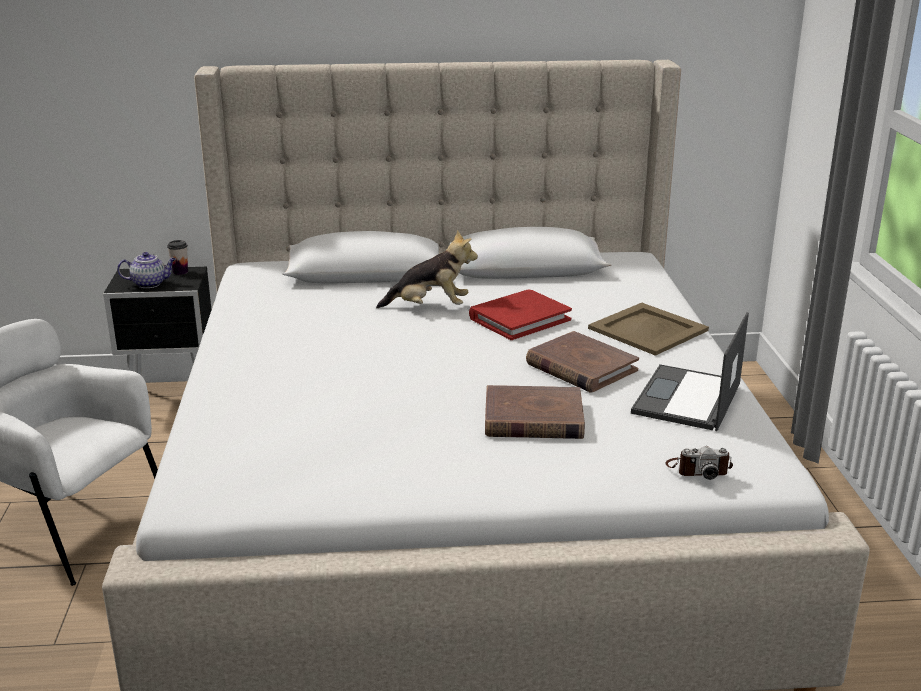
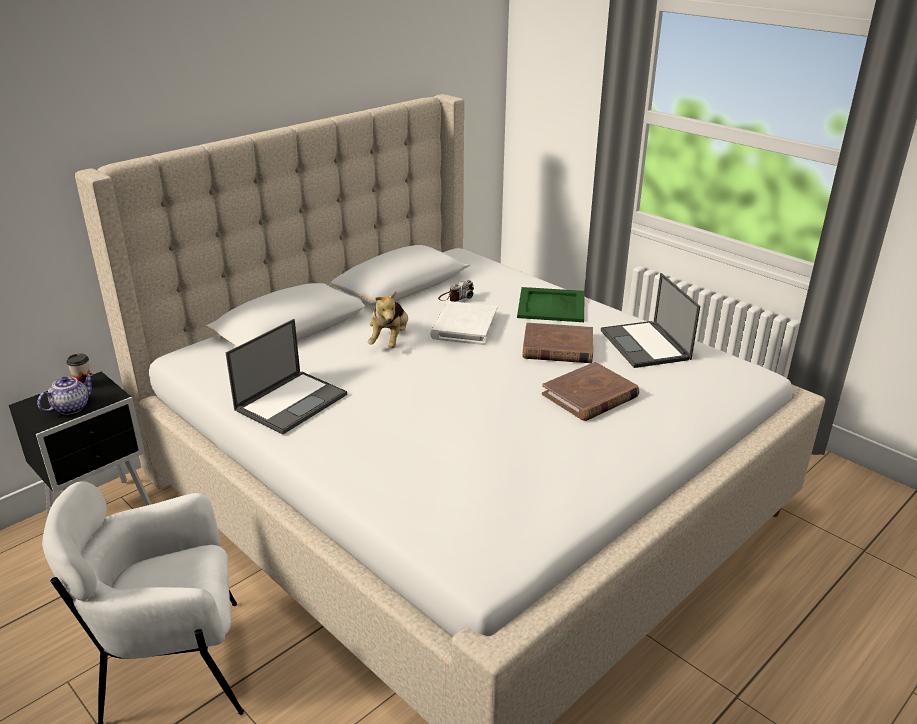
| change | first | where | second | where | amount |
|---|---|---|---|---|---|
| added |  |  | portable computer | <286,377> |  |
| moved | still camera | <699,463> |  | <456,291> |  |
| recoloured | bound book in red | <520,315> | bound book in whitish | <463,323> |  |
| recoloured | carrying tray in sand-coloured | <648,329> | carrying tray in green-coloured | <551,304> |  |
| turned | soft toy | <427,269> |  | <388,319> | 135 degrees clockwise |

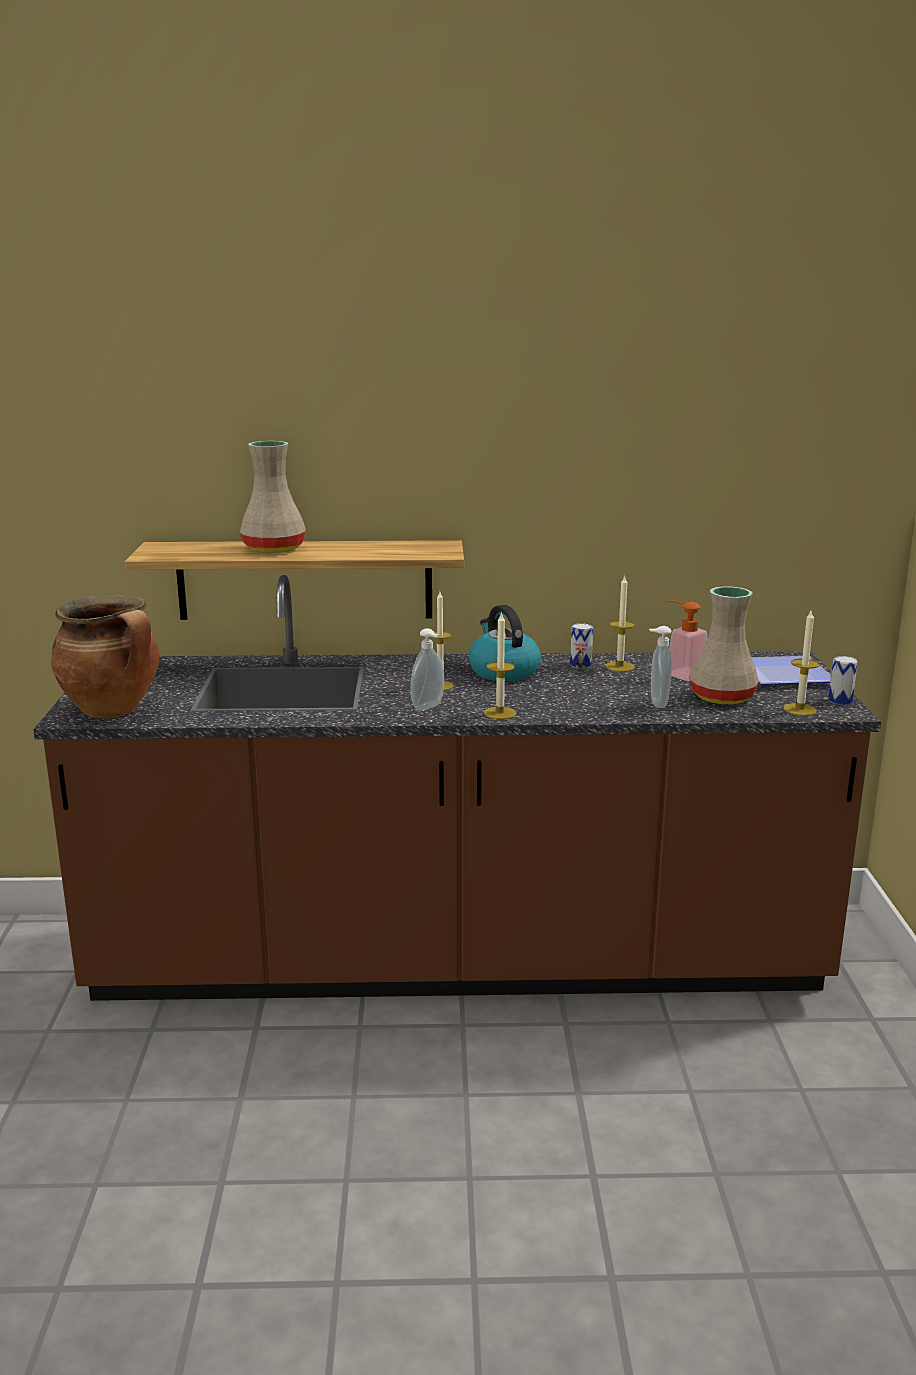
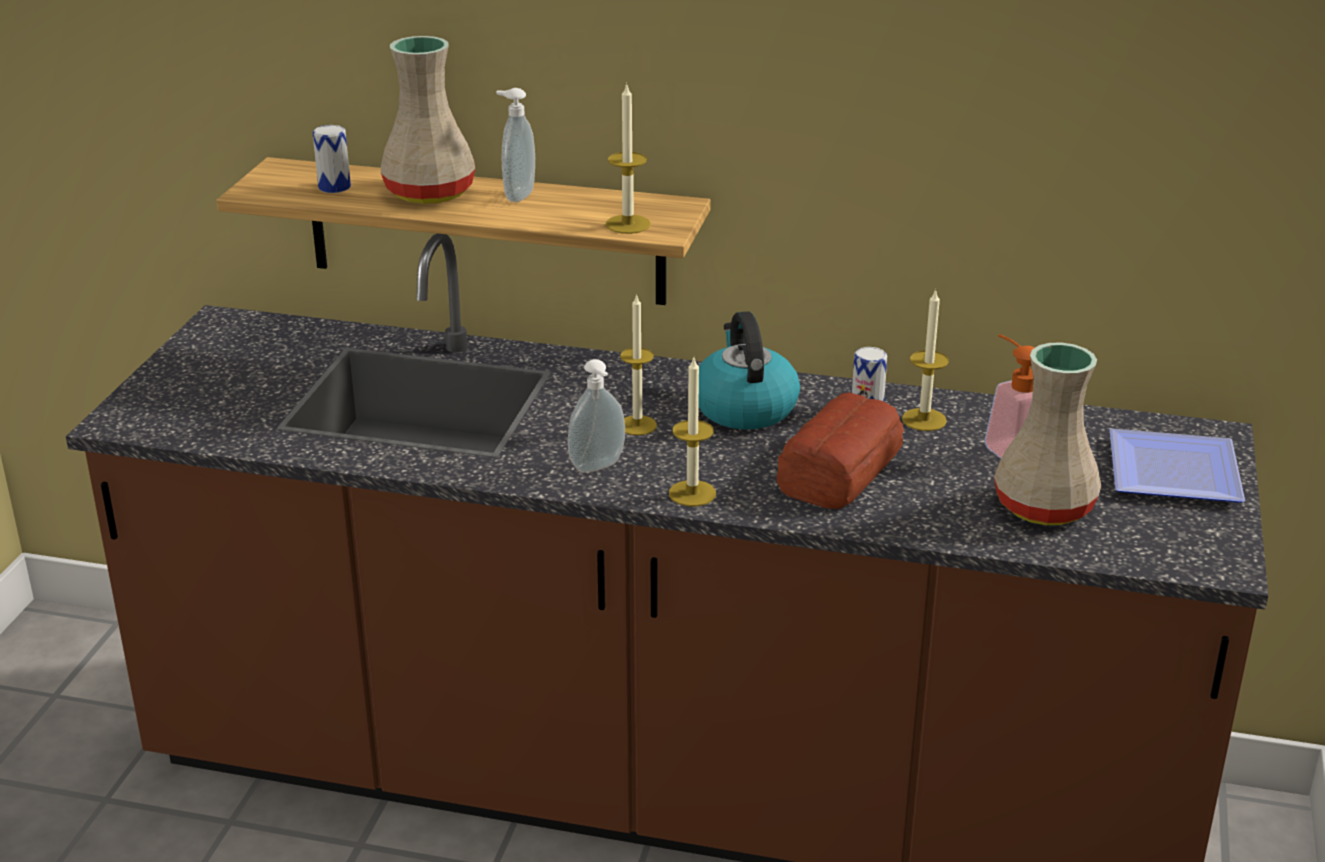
| change | first | where | second | where | amount |
|---|---|---|---|---|---|
| removed | stockpot | <105,656> |  |  |  |
| added |  |  | bakery bread | <840,450> |  |
| moved | soap bottle | <660,667> |  | <515,145> |  |
| moved | wax candle | <802,663> |  | <628,158> |  |
| moved | metal can | <843,680> |  | <332,159> |  |

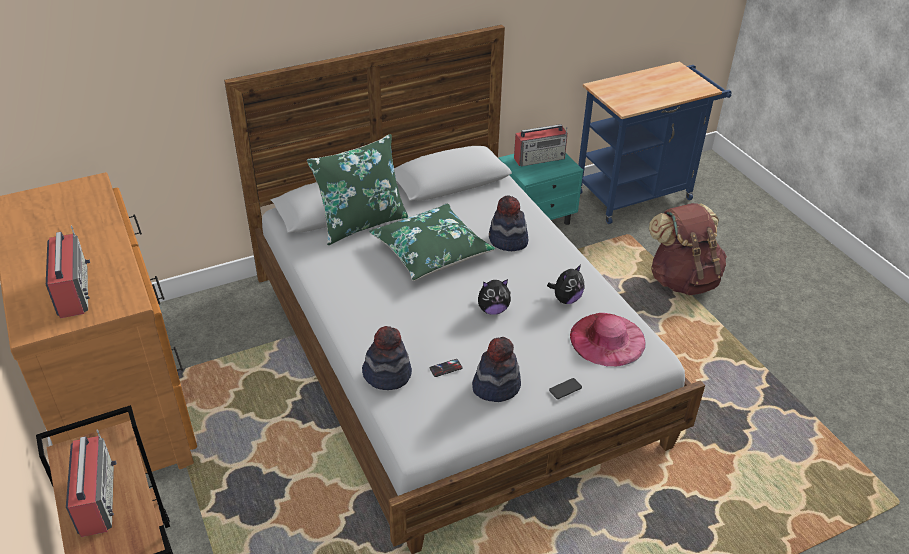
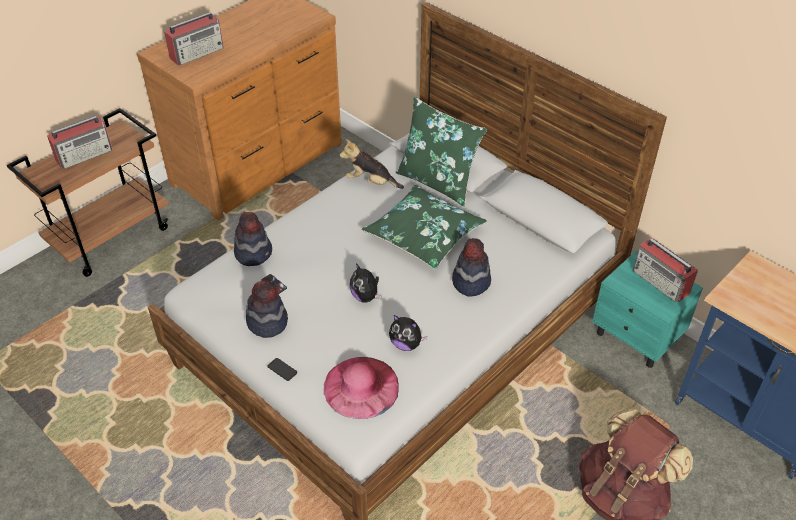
| change | first | where | second | where | amount |
|---|---|---|---|---|---|
| added |  |  | soft toy | <372,164> |  |

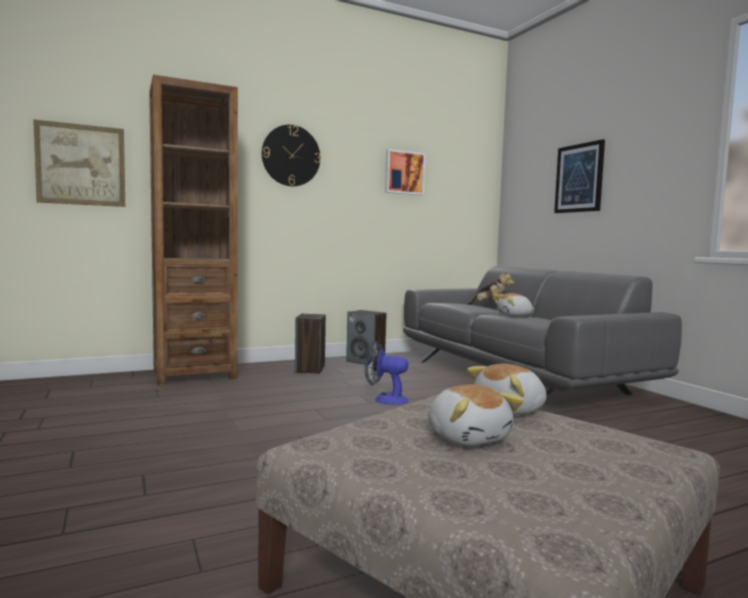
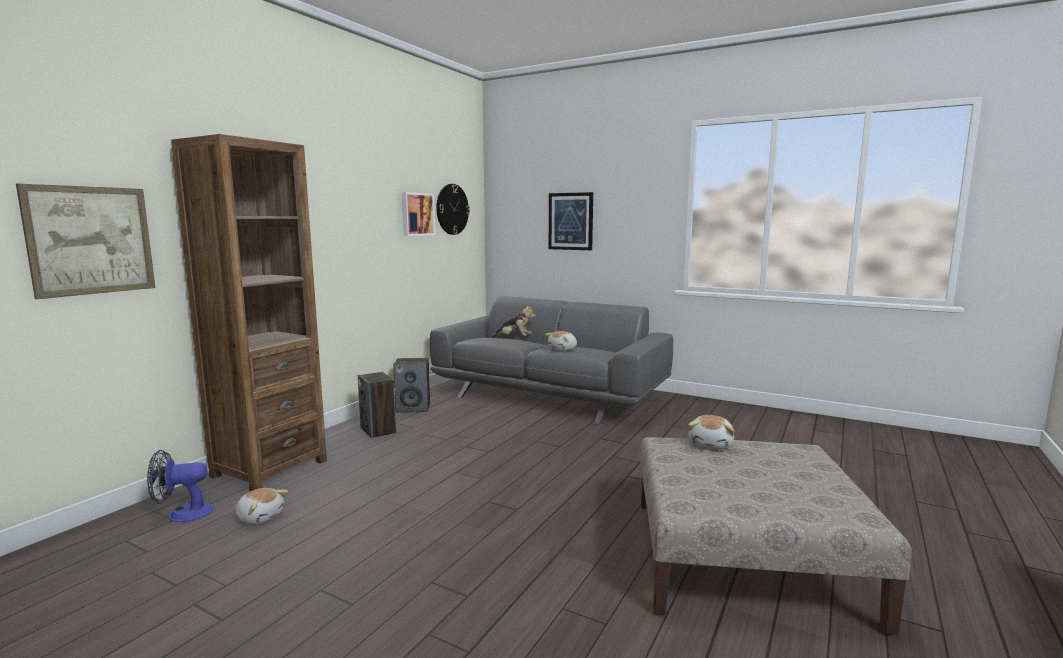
| change | first | where | second | where | amount |
|---|---|---|---|---|---|
| moved | clock on the wall | <291,155> |  | <453,209> |  |
| moved | cooling fan | <387,373> |  | <180,486> |  |
| moved | soft toy | <476,415> |  | <261,506> |  |

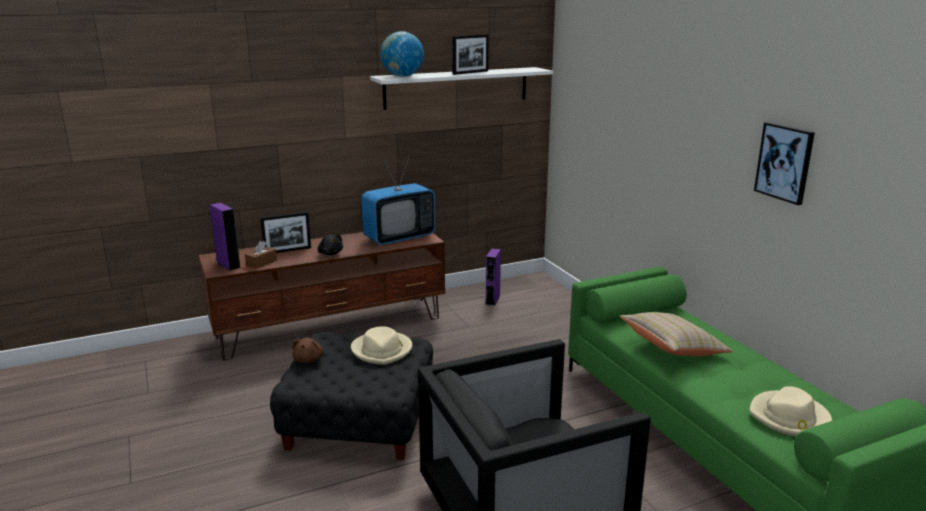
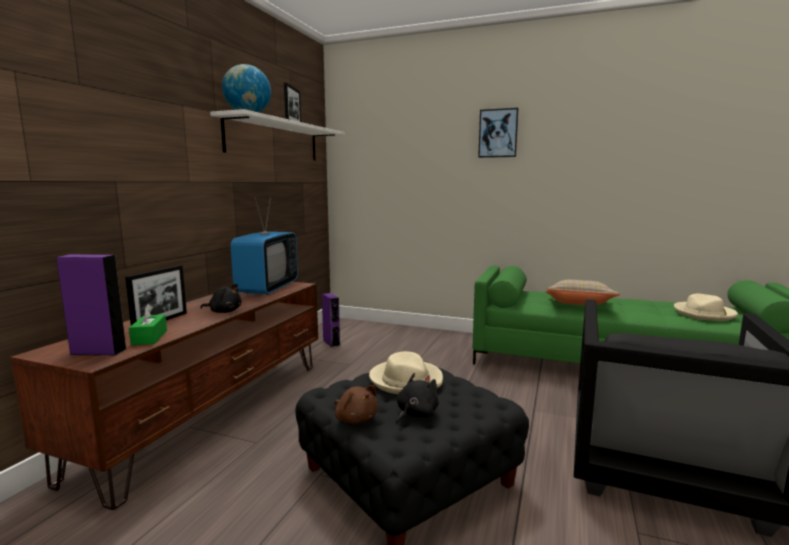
| change | first | where | second | where | amount |
|---|---|---|---|---|---|
| added |  |  | soft toy in black-coloured | <417,399> |  |
| moved | picture | <784,163> |  | <498,133> |  |
| recoloured | tissue box in brown | <261,255> | tissue box in green-coloured | <148,324> |  |

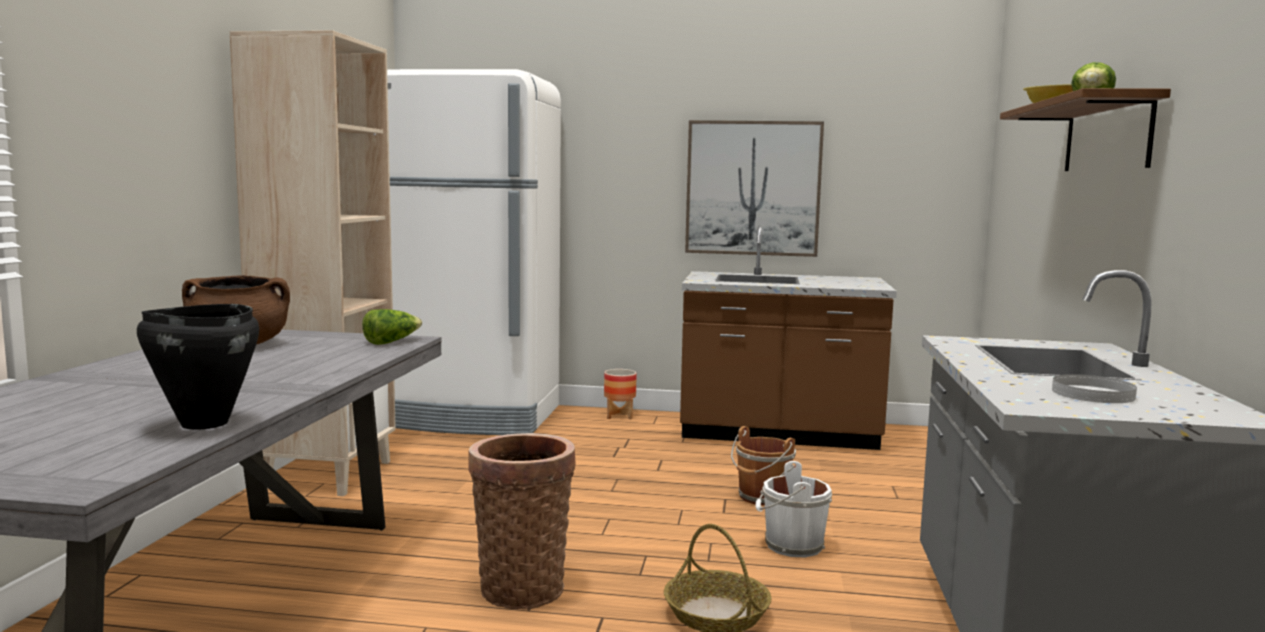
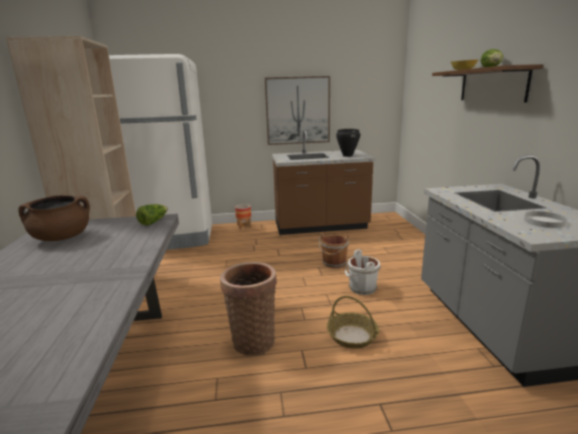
| change | first | where | second | where | amount |
|---|---|---|---|---|---|
| moved | stockpot in black-coloured | <198,367> |  | <348,143> |  |

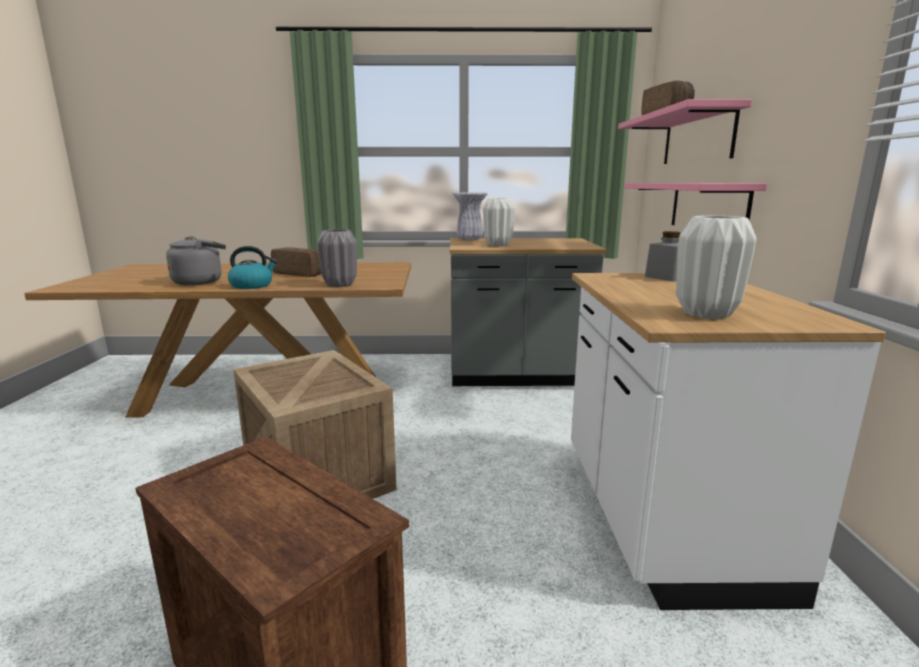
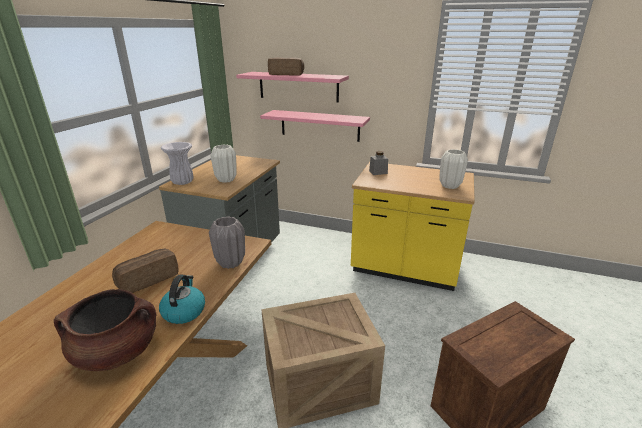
| change | first | where | second | where | amount |
|---|---|---|---|---|---|
| replaced | kettle in gray | <196,260> | stockpot in brown | <105,330> |  |
| recoloured | kitchen base unit in whitish | <728,441> | kitchen base unit in yellow | <413,226> |  |

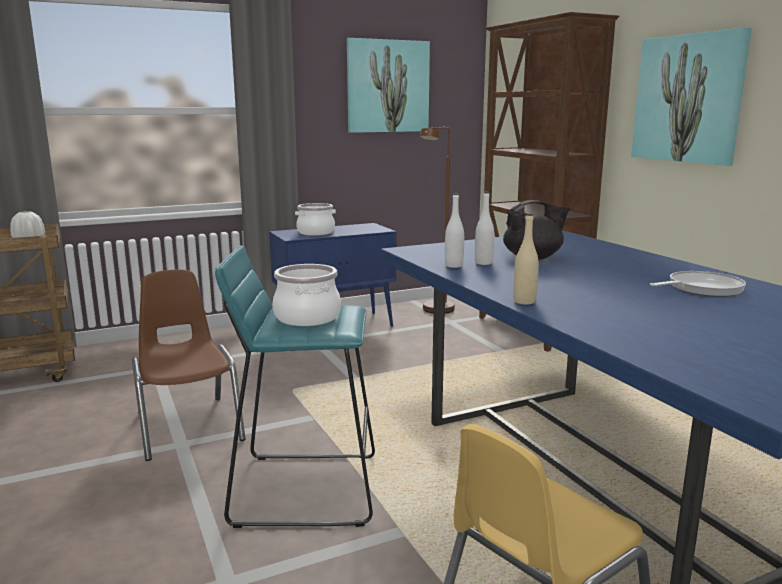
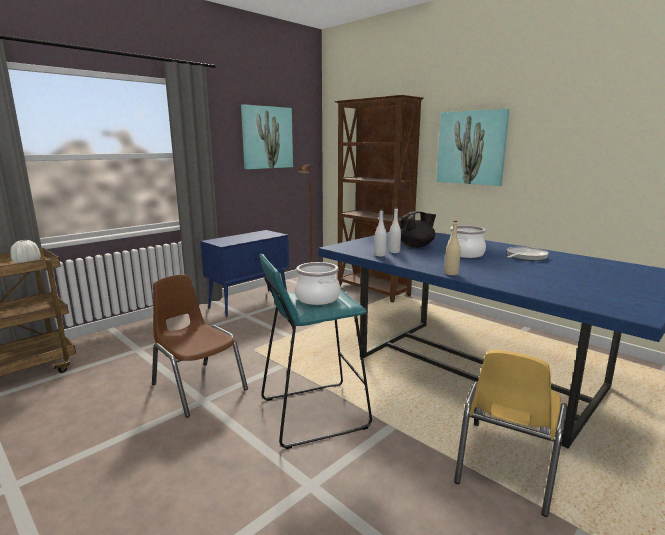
| change | first | where | second | where | amount |
|---|---|---|---|---|---|
| moved | stockpot | <315,219> |  | <466,241> |  |

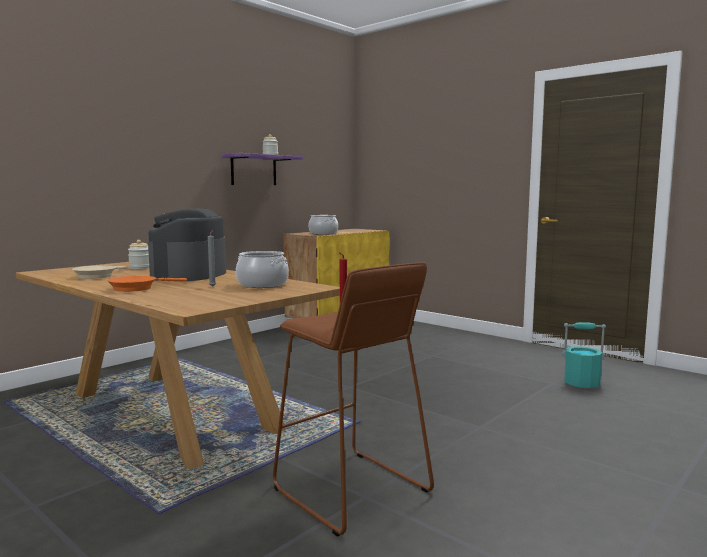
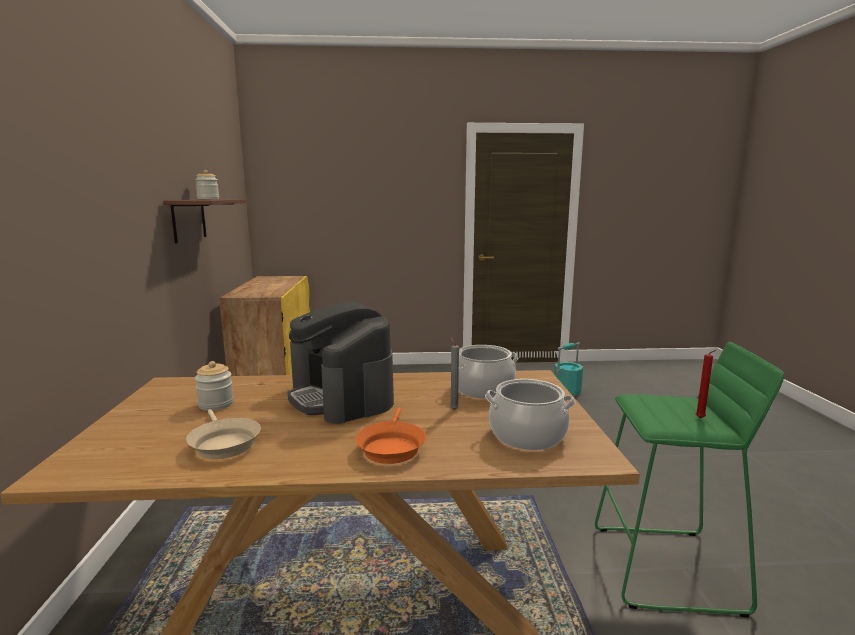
| change | first | where | second | where | amount |
|---|---|---|---|---|---|
| moved | stockpot | <323,225> |  | <530,414> |  |
| recoloured | shelf in purplish | <262,169> | shelf in brown | <204,221> |  |
| recoloured | stool in brown | <353,399> | stool in green-coloured | <689,480> |  |

